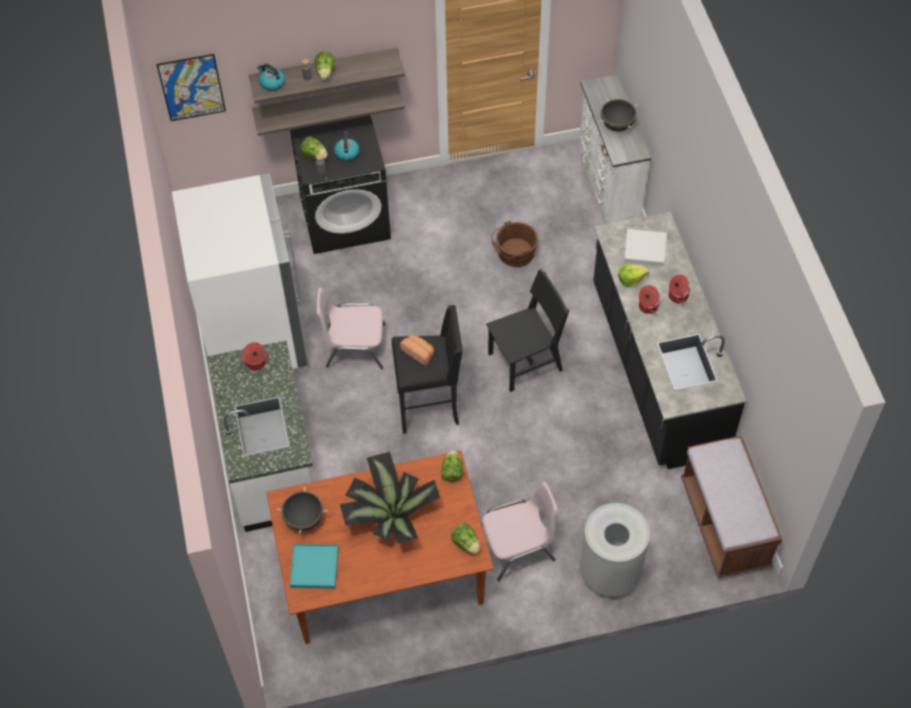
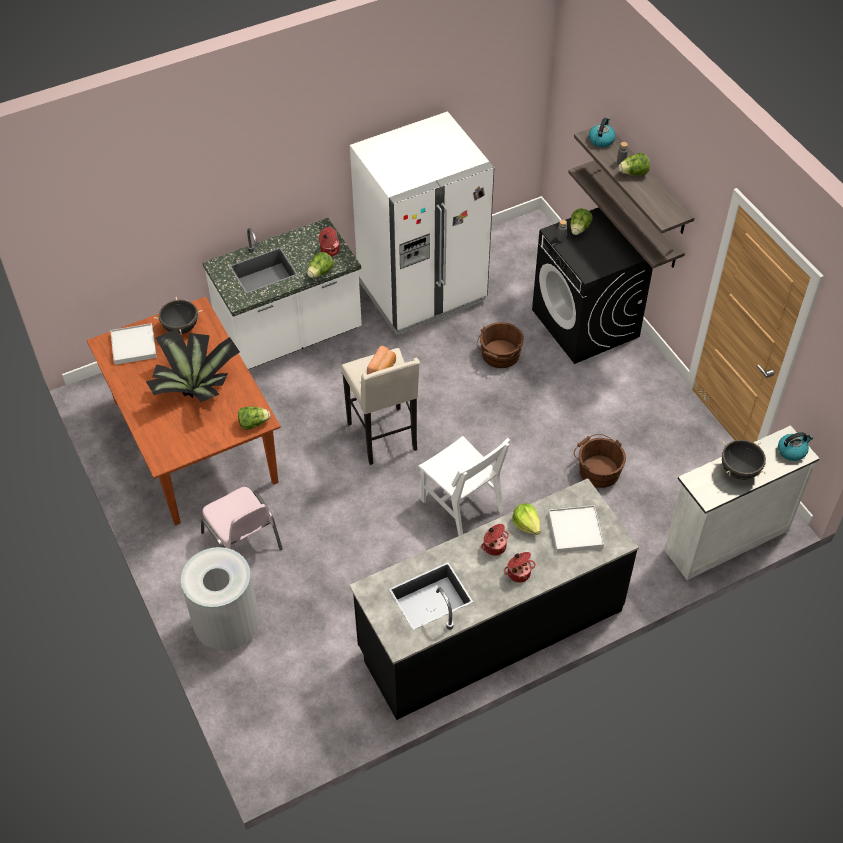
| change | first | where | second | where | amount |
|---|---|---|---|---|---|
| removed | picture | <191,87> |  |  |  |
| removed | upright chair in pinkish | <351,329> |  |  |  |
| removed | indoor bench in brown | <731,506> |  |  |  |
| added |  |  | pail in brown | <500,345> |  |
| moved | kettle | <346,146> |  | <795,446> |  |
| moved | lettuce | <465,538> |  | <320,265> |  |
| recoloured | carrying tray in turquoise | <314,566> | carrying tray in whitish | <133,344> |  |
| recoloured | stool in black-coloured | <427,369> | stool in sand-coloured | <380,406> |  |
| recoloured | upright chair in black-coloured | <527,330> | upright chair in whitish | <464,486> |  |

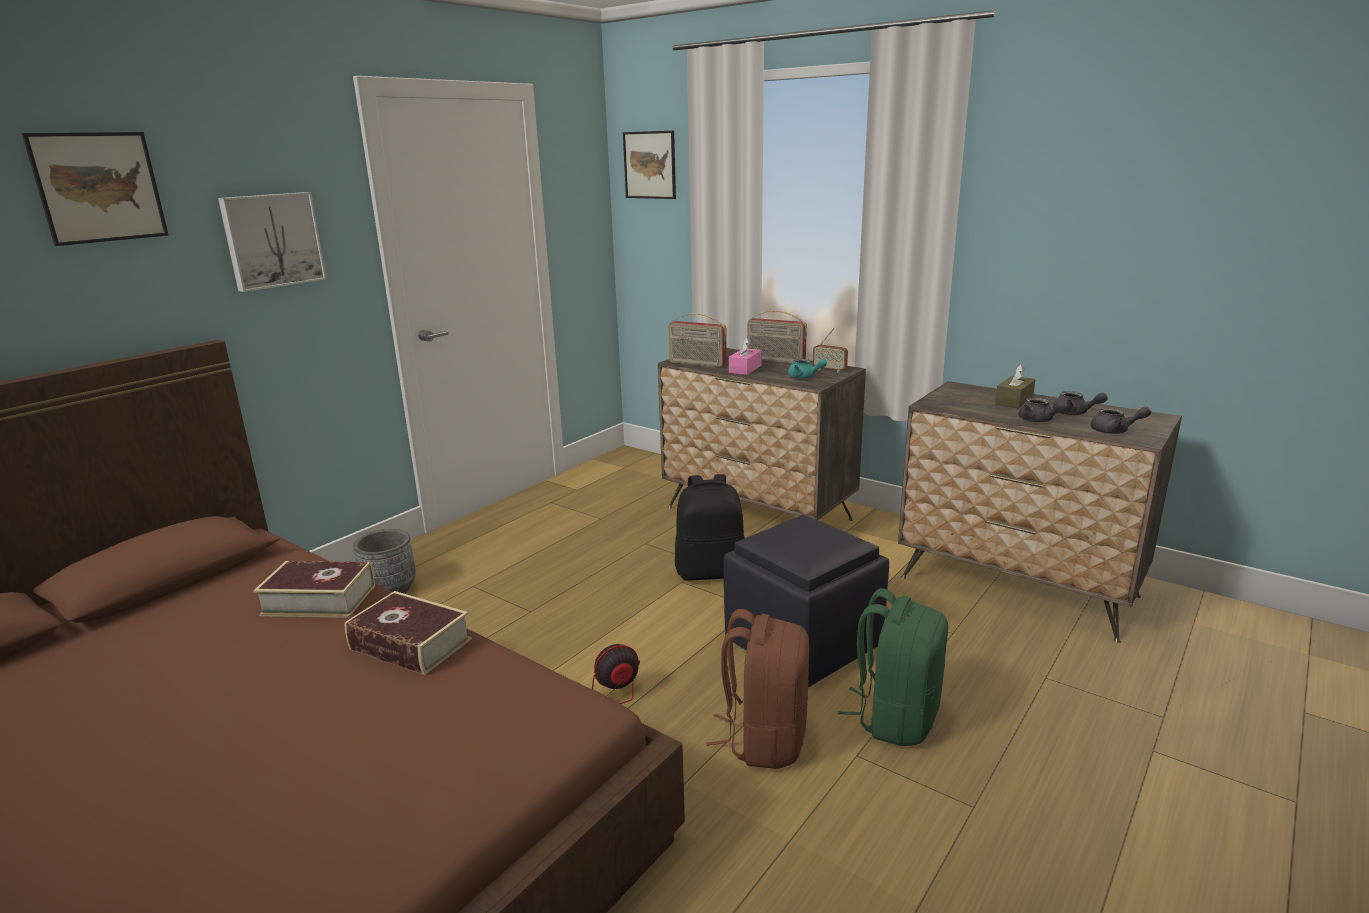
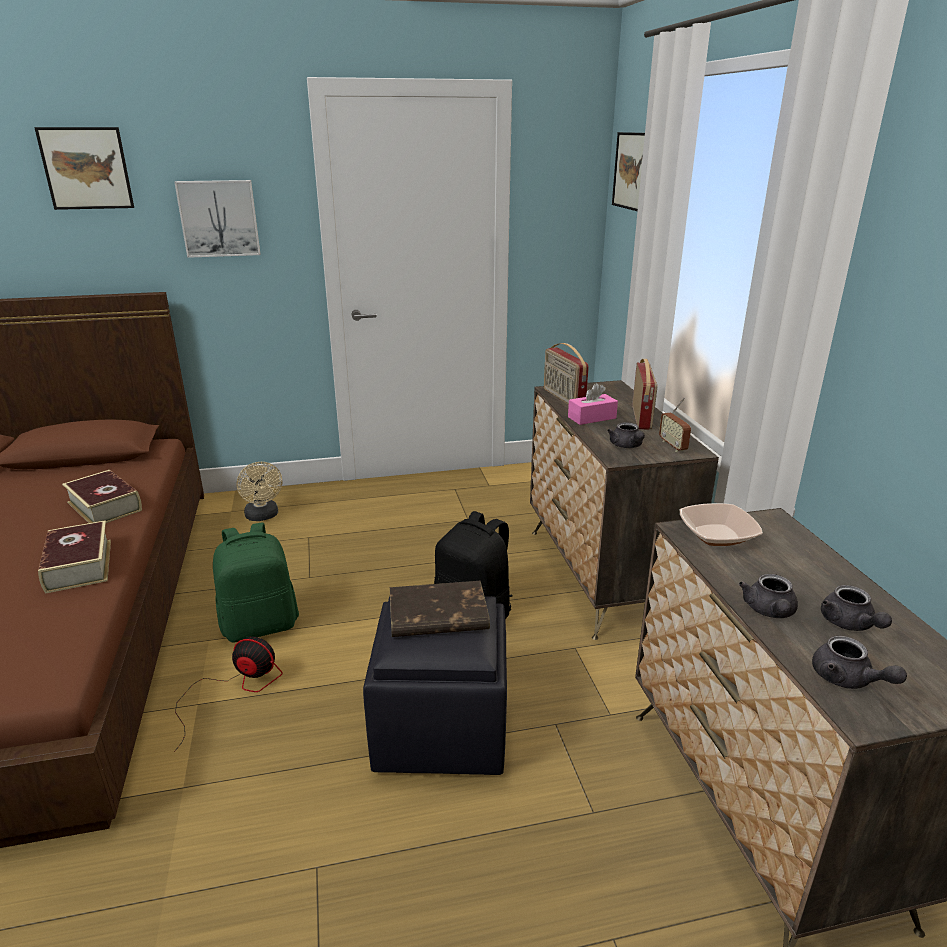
| change | first | where | second | where | amount |
|---|---|---|---|---|---|
| removed | knapsack in brown | <757,689> |  |  |  |
| removed | tissue box in brown | <1015,386> |  |  |  |
| added |  |  | bound book in brown | <440,609> |  |
| added |  |  | bowl | <721,524> |  |
| moved | knapsack in green-coloured | <893,667> |  | <256,582> |  |
| replaced | planter in gray | <384,561> | cooling fan in sand-coloured | <259,491> |  |
| recoloured | tea pot in turquoise | <807,369> | tea pot in gray | <626,435> |  |
| turned | radio | <777,337> |  | <644,394> | 150 degrees counterclockwise |

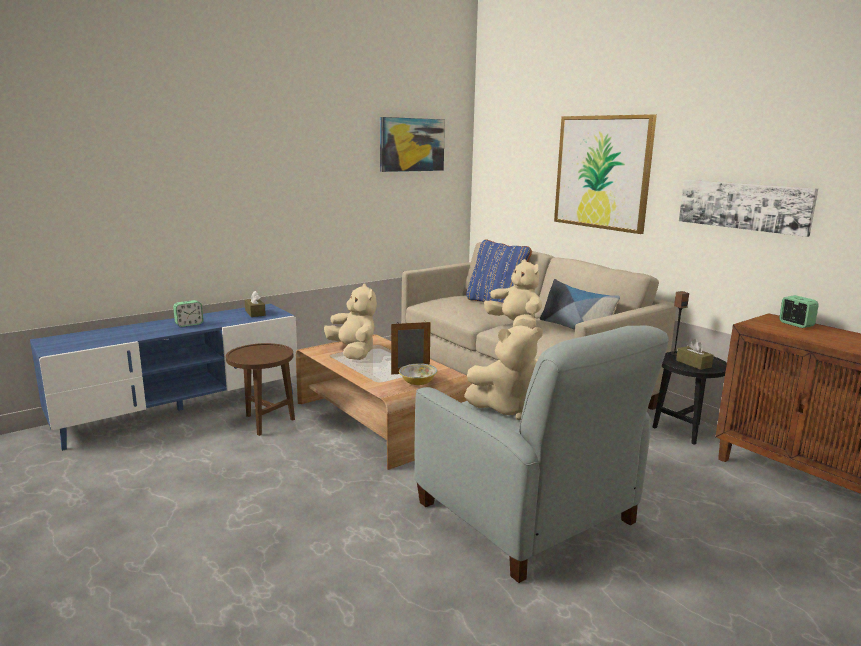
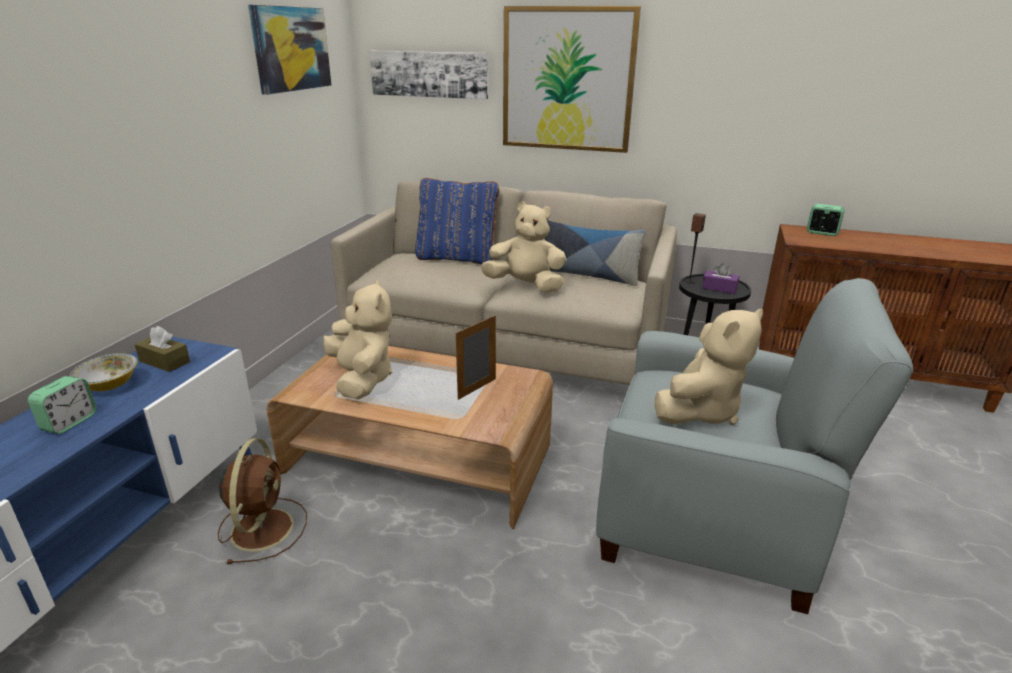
| change | first | where | second | where | amount |
|---|---|---|---|---|---|
| moved | bowl | <418,374> |  | <104,372> |  |
| moved | picture | <748,208> |  | <429,75> |  |
| replaced | side table in brown | <260,389> | cooling fan in brown | <262,501> |  |
| recoloured | tissue box in brown | <695,354> | tissue box in purplish | <720,278> |  |
| turned | soft toy in sand-coloured | <350,321> |  | <357,339> | 45 degrees clockwise |

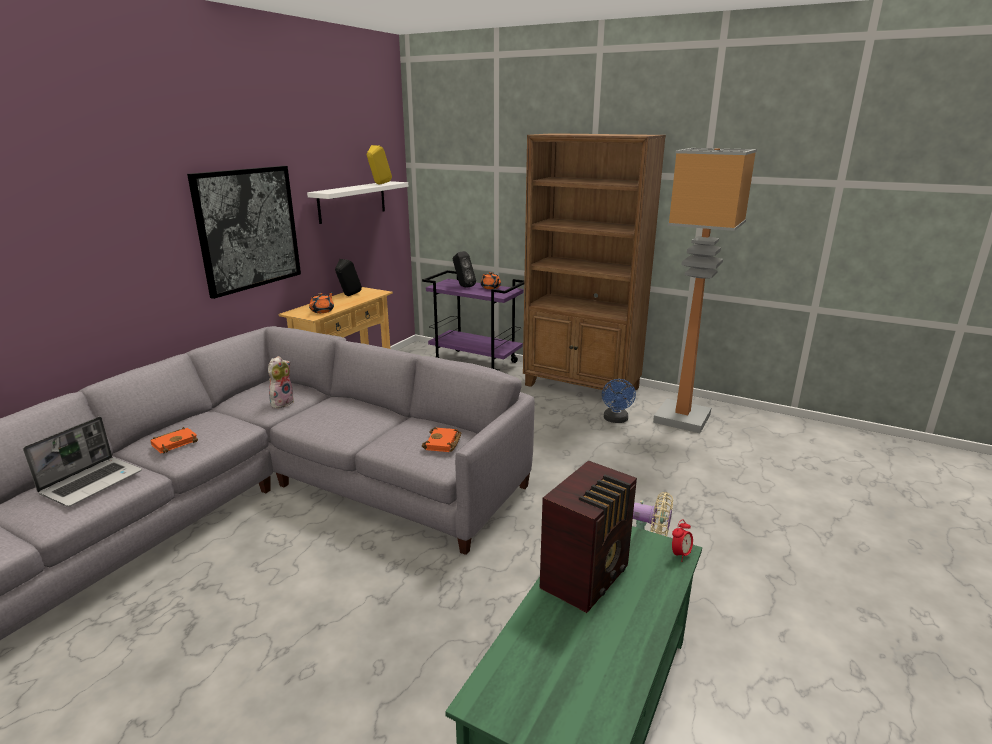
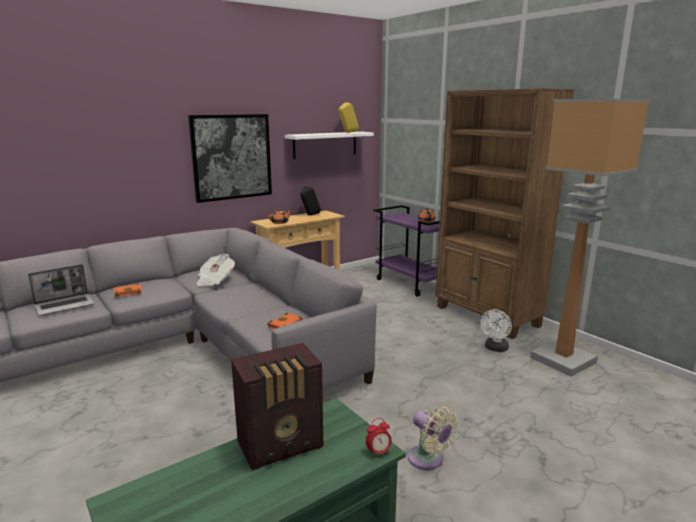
| change | first | where | second | where | amount |
|---|---|---|---|---|---|
| removed | speaker in black-coloured | <464,269> |  |  |  |
| replaced | soft toy | <281,382> | printed paper | <216,270> |  |
| recoloured | cooling fan in bluish | <619,401> | cooling fan in whitish | <496,330> |  |

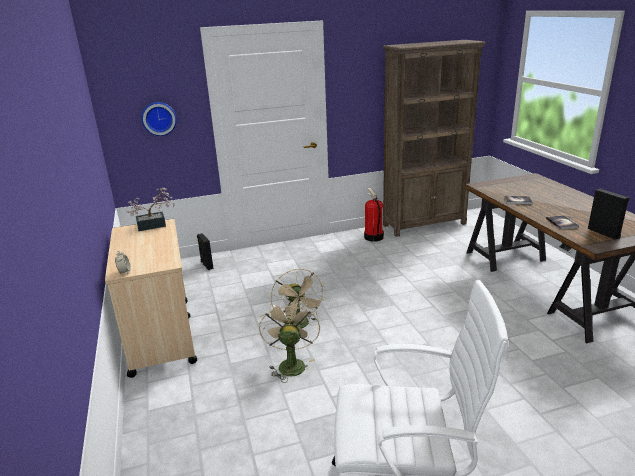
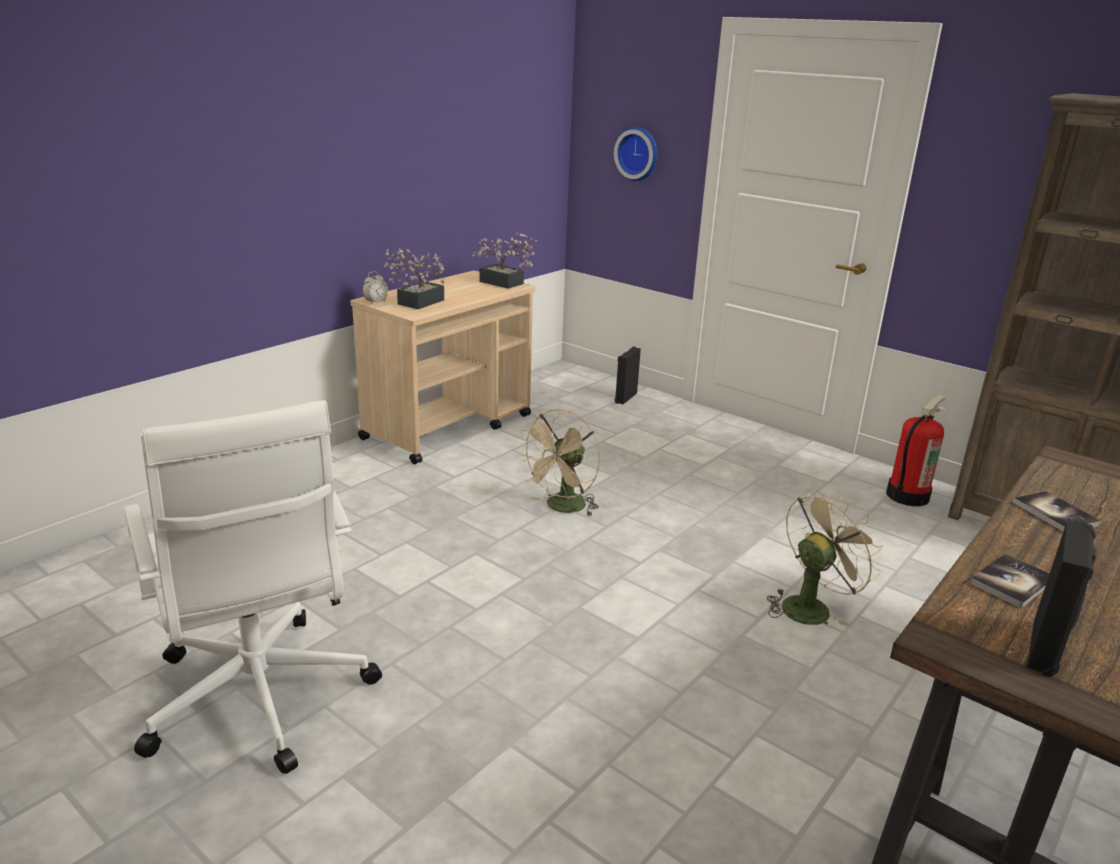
| change | first | where | second | where | amount |
|---|---|---|---|---|---|
| added |  |  | potted plant | <414,279> |  |
| moved | cooling fan in sand-coloured | <289,341> |  | <825,558> |  |

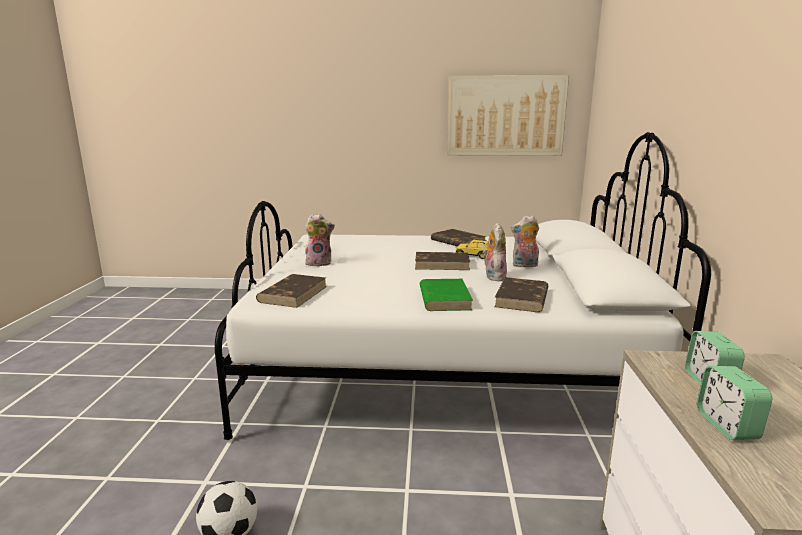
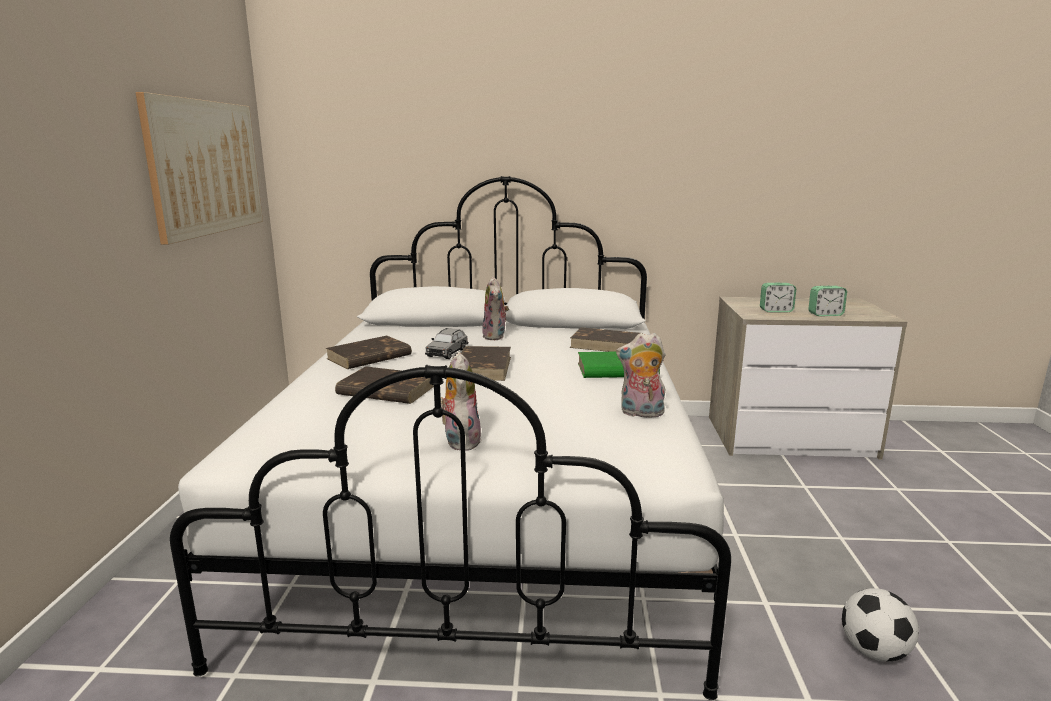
| change | first | where | second | where | amount |
|---|---|---|---|---|---|
| moved | bound book in brown | <291,291> |  | <384,385> |  |
| moved | soft toy | <495,252> |  | <640,375> |  |
| recoloured | model car in yellow | <472,249> | model car in gray | <446,343> |  |

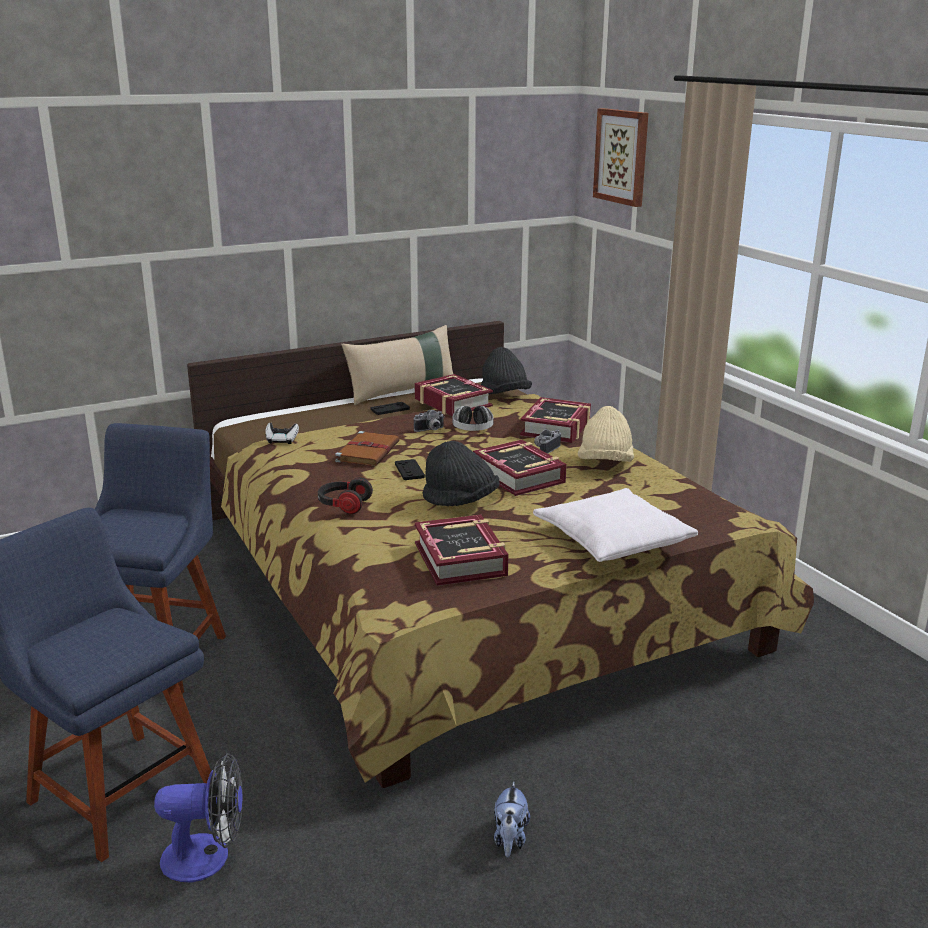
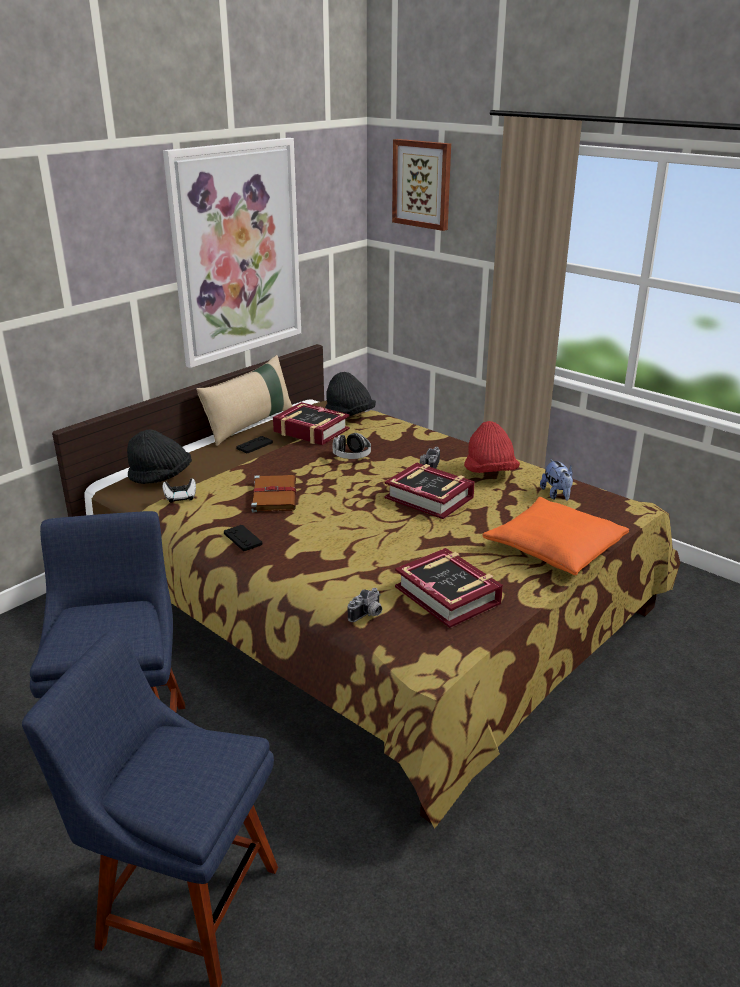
| change | first | where | second | where | amount |
|---|---|---|---|---|---|
| removed | cooling fan | <198,818> |  |  |  |
| removed | pair of headphones | <345,495> |  |  |  |
| removed | bound book | <555,420> |  |  |  |
| added |  |  | picture | <232,253> |  |
| moved | game controller in black-coloured | <410,469> |  | <243,538> |  |
| moved | still camera | <429,421> |  | <365,605> |  |
| moved | wearable hat in black-coloured | <461,473> |  | <159,457> |  |
| moved | soft toy | <512,819> |  | <556,479> |  |
| recoloured | pillow in whitish | <615,525> | pillow in orange | <556,536> |  |
| recoloured | wearable hat in sand-coloured | <606,434> | wearable hat in red | <492,447> |  |

